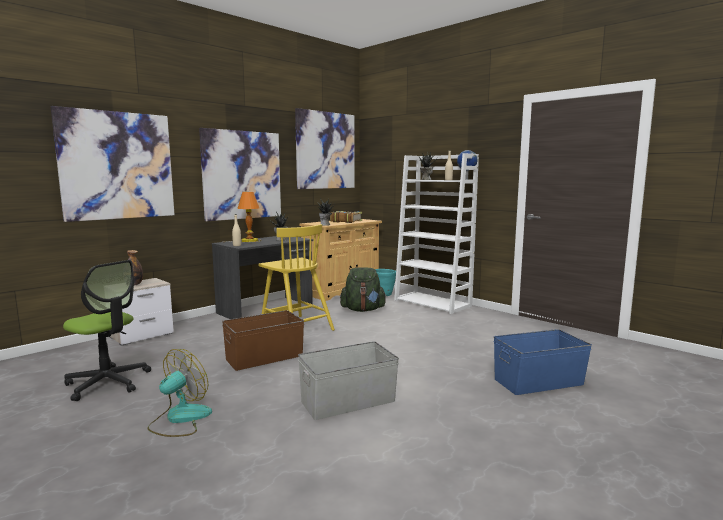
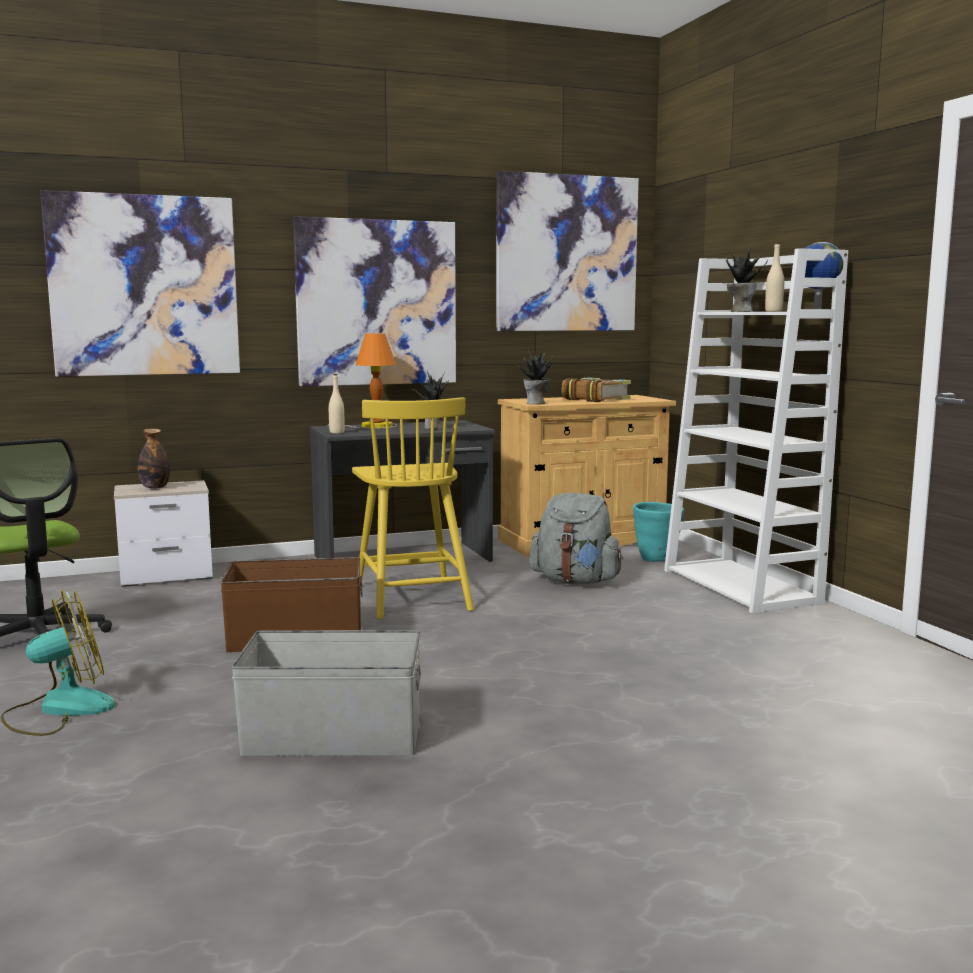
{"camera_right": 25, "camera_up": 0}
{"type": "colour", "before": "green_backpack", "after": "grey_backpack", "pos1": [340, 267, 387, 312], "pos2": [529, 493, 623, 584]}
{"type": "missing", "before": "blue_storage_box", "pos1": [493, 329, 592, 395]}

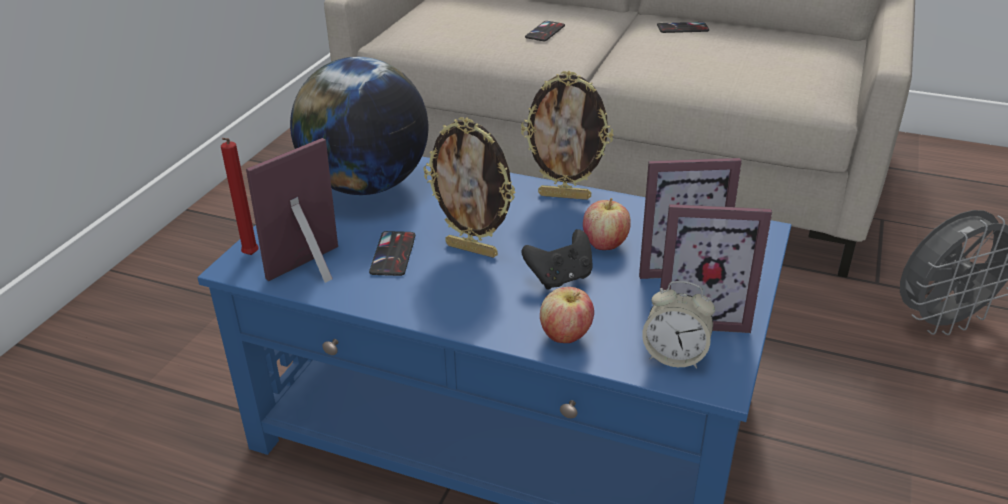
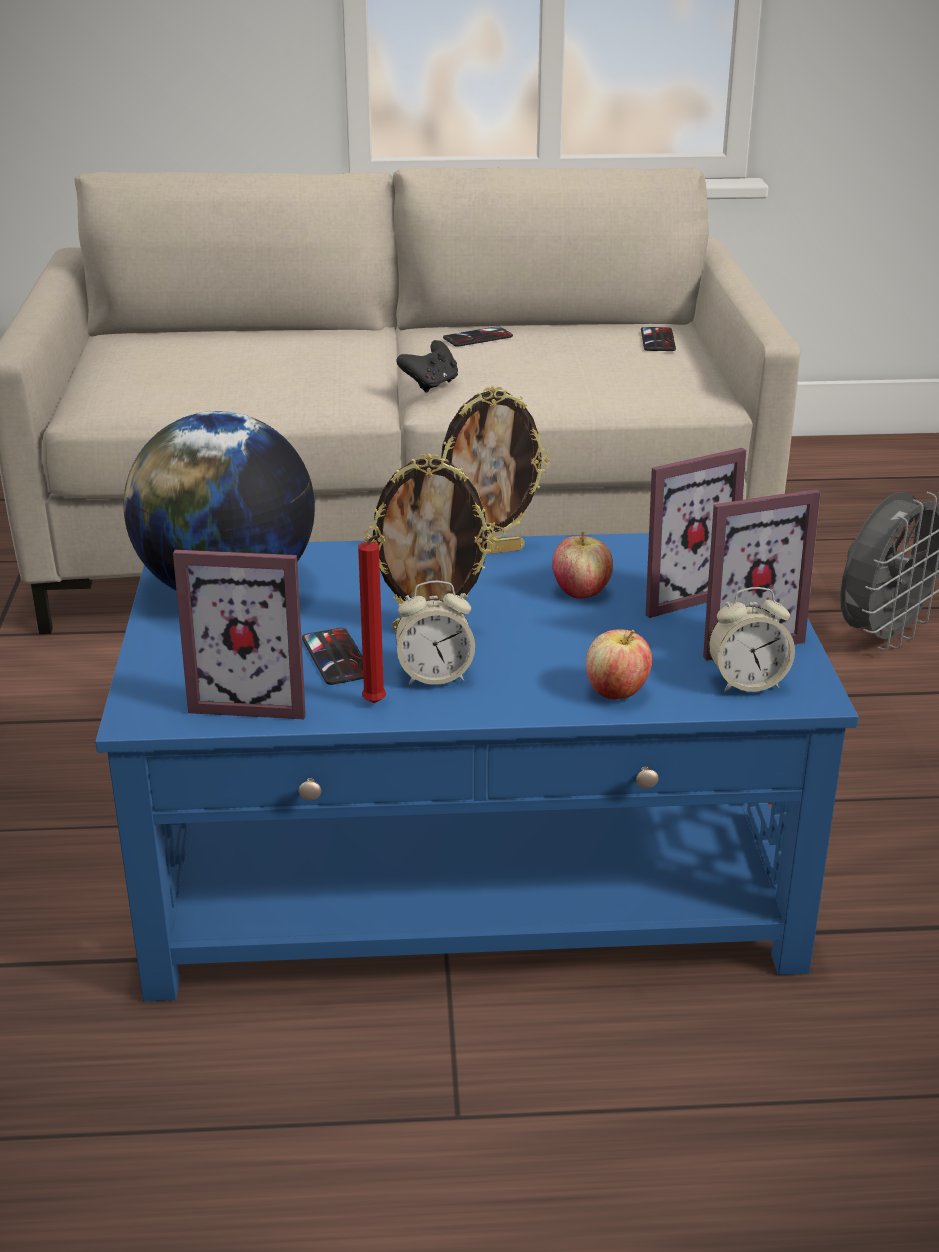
{"camera_right": -25, "camera_up": -5}
{"type": "relocated", "before": "red_candle", "pos1": [221, 138, 259, 255], "pos2": [358, 535, 386, 703]}
{"type": "spun", "before": "picture_frame", "pos1": [246, 138, 338, 283], "pos2": [173, 550, 306, 719], "turn": -105}
{"type": "relocated", "before": "black_game_controller", "pos1": [522, 229, 592, 290], "pos2": [396, 340, 458, 393]}
{"type": "relocated", "before": "phone", "pos1": [525, 21, 565, 41], "pos2": [641, 327, 676, 351]}
{"type": "appeared", "after": "alarm_clock", "pos2": [396, 581, 475, 685]}

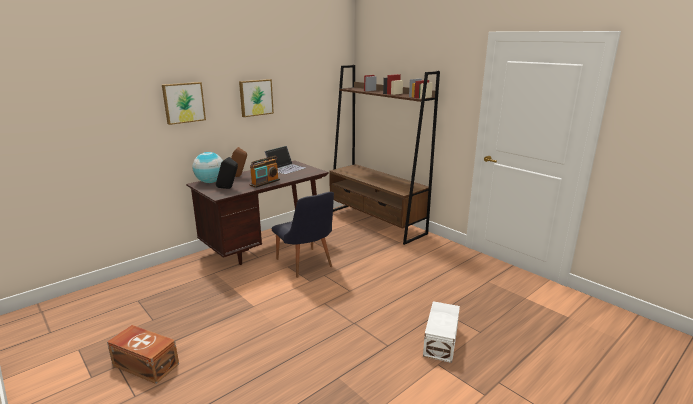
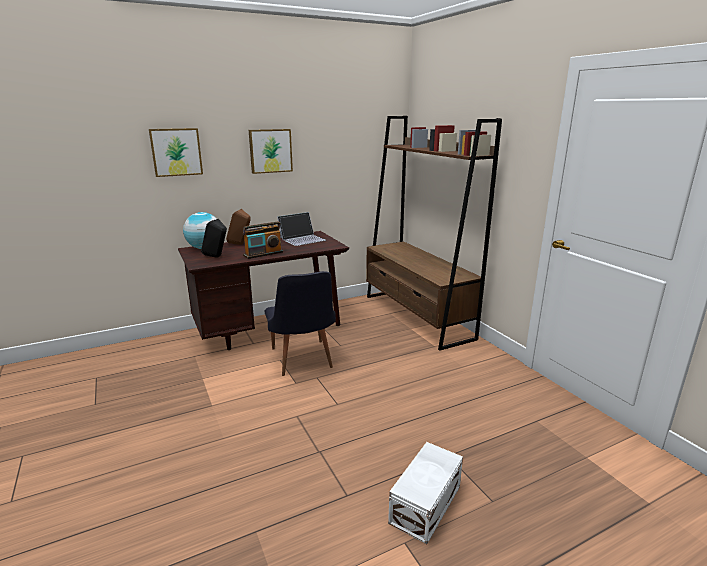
{"camera_right": 15, "camera_up": 0}
{"type": "missing", "before": "brown_storage_box", "pos1": [107, 325, 179, 384]}

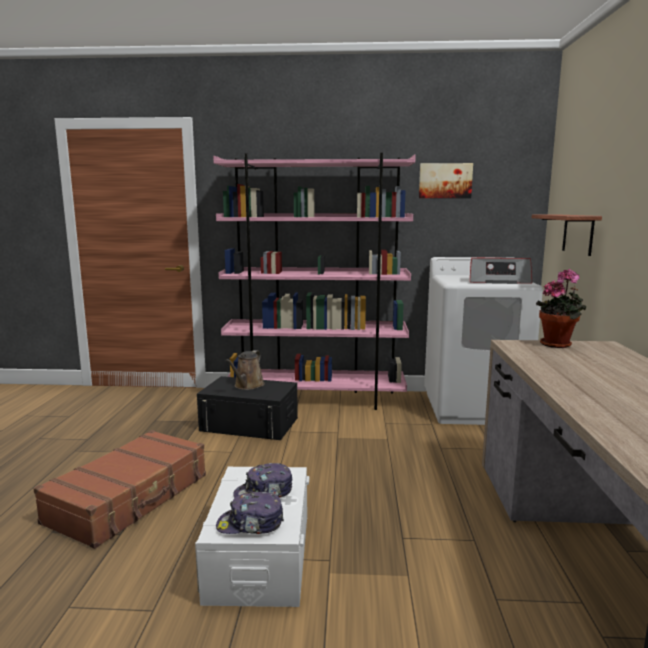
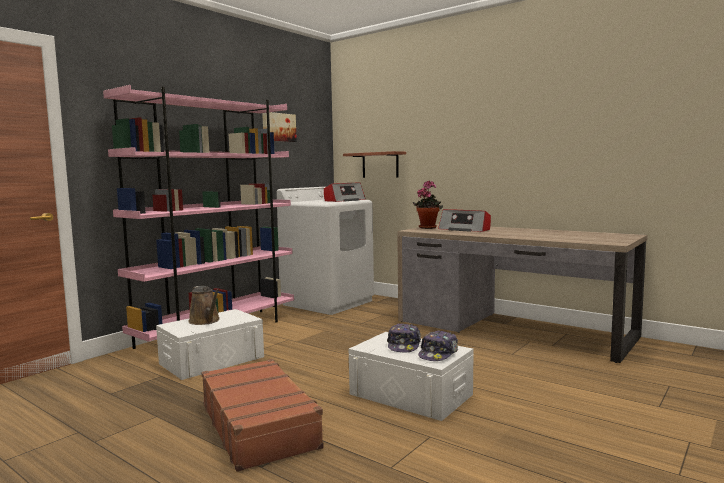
{"camera_right": -55, "camera_up": -5}
{"type": "colour", "before": "black_storage_box", "after": "white_storage_box", "pos1": [197, 376, 298, 440], "pos2": [156, 309, 264, 380]}
{"type": "appeared", "after": "radio", "pos2": [438, 209, 491, 232]}

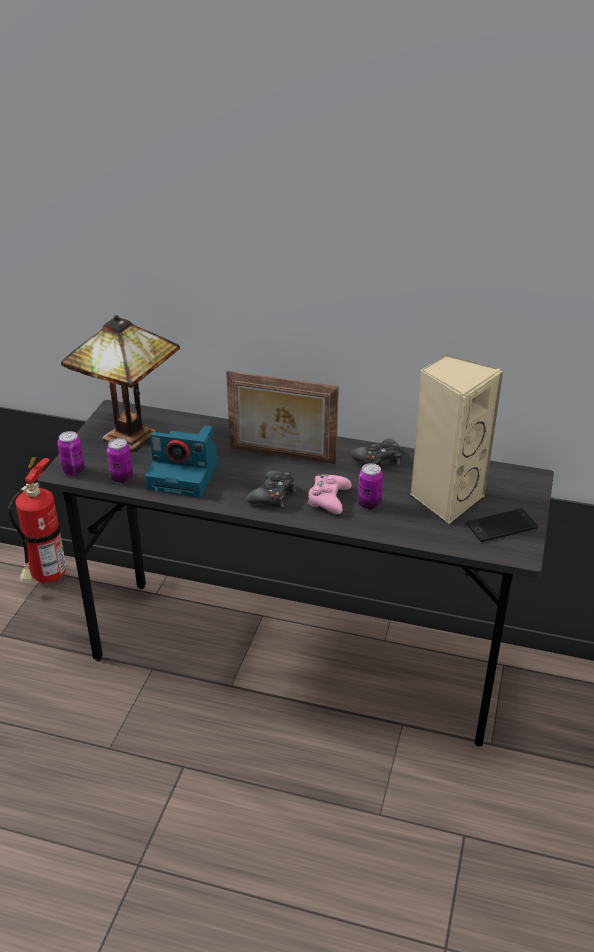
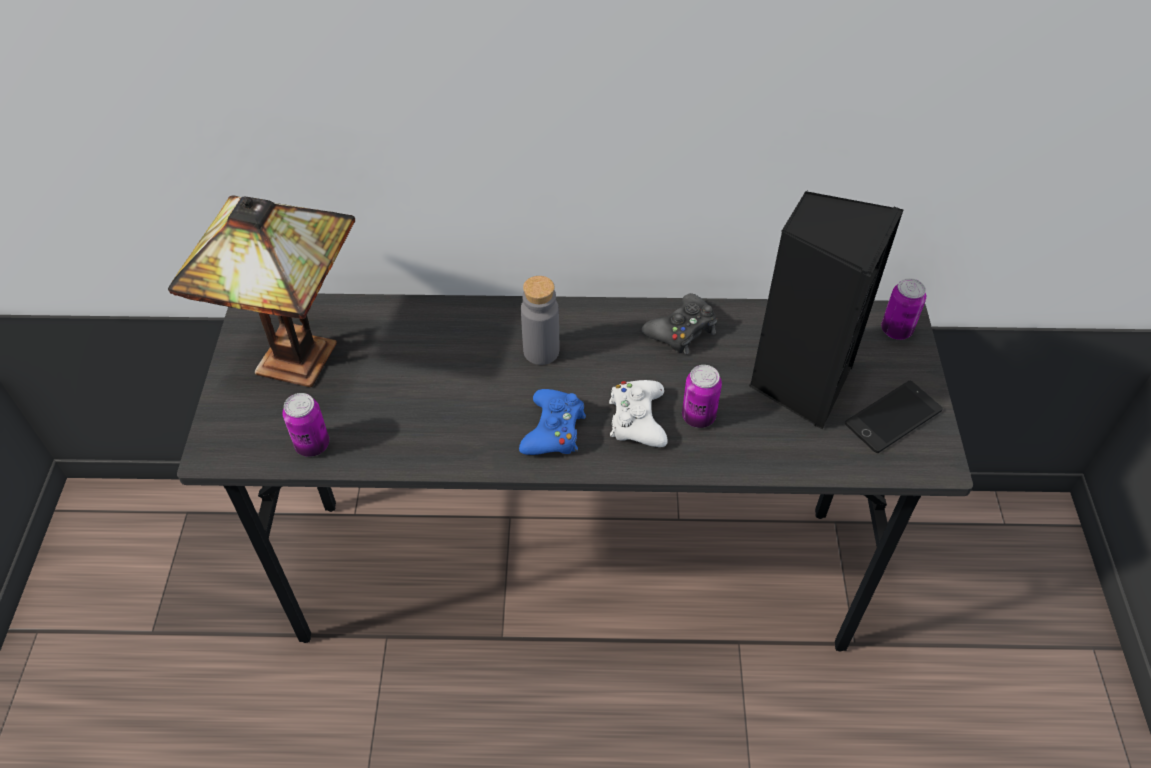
{"camera_right": -15, "camera_up": 15}
{"type": "missing", "before": "fire_extinguisher", "pos1": [8, 457, 66, 583]}
{"type": "relocated", "before": "can", "pos1": [57, 431, 85, 476], "pos2": [881, 278, 926, 340]}
{"type": "missing", "before": "photo_camera", "pos1": [145, 426, 219, 497]}
{"type": "exchanged", "before": "picture_frame", "after": "grey_bottle", "pos1": [226, 371, 339, 464], "pos2": [521, 276, 559, 365]}
{"type": "colour", "before": "black_game_controller", "after": "blue_game_controller", "pos1": [246, 470, 296, 508], "pos2": [519, 389, 586, 455]}
{"type": "colour", "before": "pink_game_controller", "after": "white_game_controller", "pos1": [307, 473, 352, 514], "pos2": [609, 380, 668, 447]}
{"type": "colour", "before": "beige_speaker", "after": "black_speaker", "pos1": [410, 354, 503, 524], "pos2": [749, 191, 904, 429]}

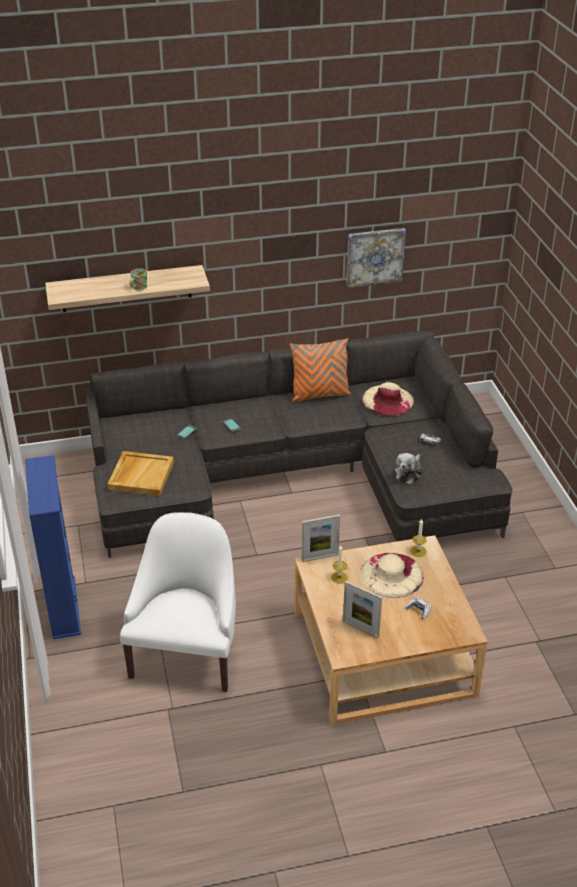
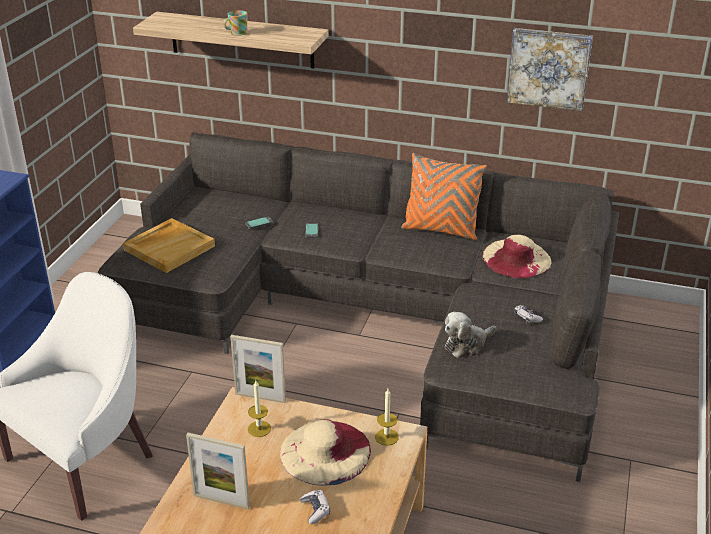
{"camera_right": 30, "camera_up": -5}
{"type": "spun", "before": "picture_frame", "pos1": [343, 581, 382, 638], "pos2": [186, 433, 250, 509], "turn": -45}

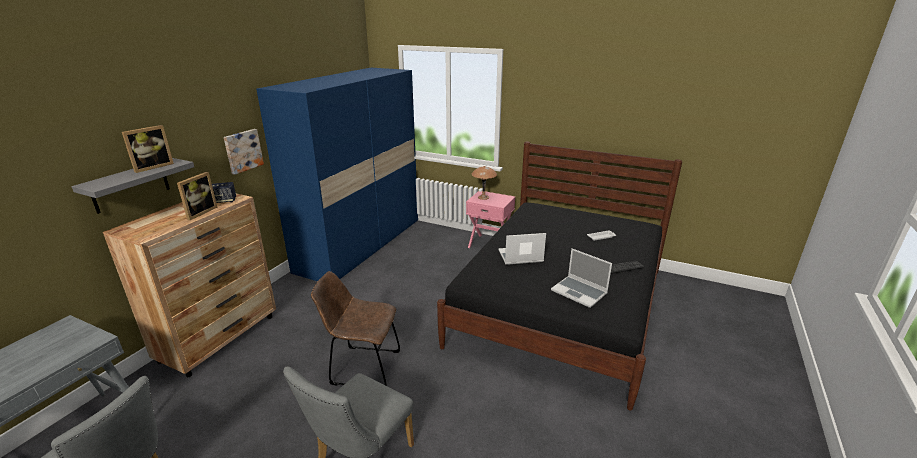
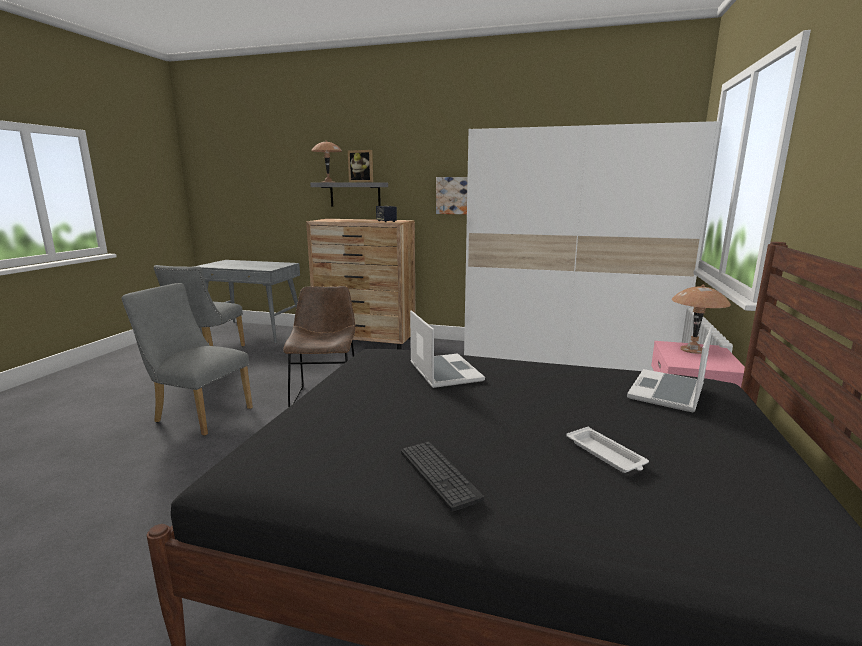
{"camera_right": 80, "camera_up": -10}
{"type": "missing", "before": "picture_frame", "pos1": [177, 172, 217, 220]}
{"type": "colour", "before": "blue_wardrobe", "after": "white_wardrobe", "pos1": [256, 68, 418, 281], "pos2": [464, 121, 720, 371]}
{"type": "relocated", "before": "laptop", "pos1": [551, 248, 612, 308], "pos2": [627, 327, 712, 413]}
{"type": "appeared", "after": "brown_table_lamp", "pos2": [311, 140, 342, 182]}

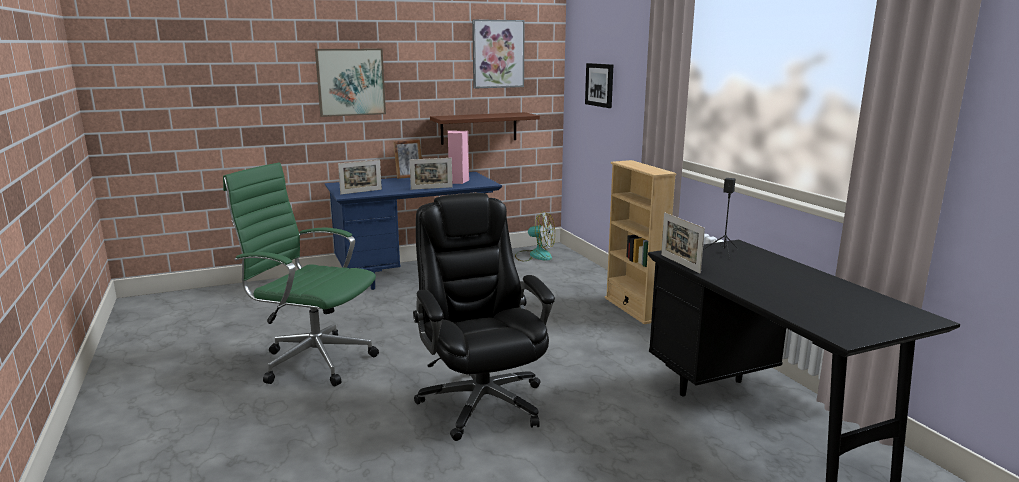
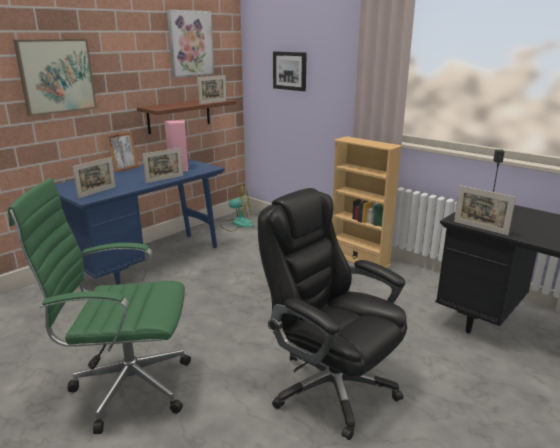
{"camera_right": -25, "camera_up": 5}
{"type": "appeared", "after": "picture_frame", "pos2": [198, 75, 227, 104]}

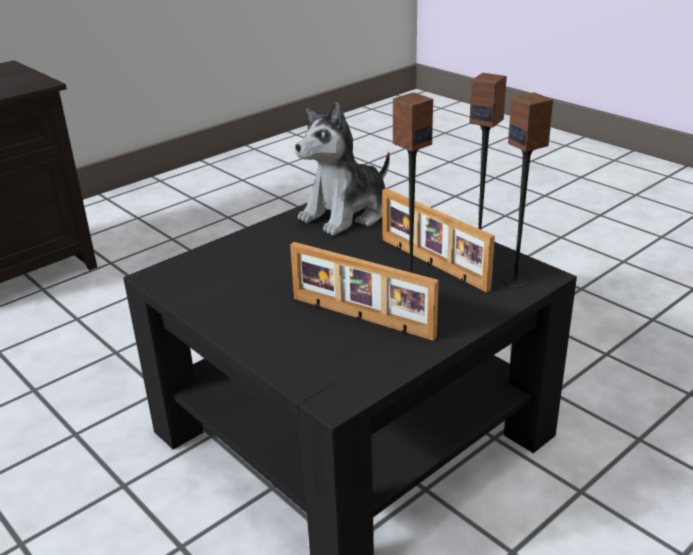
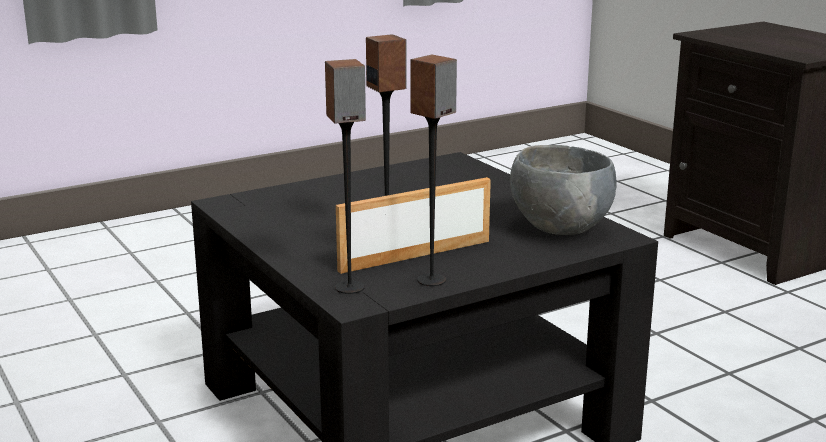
{"camera_right": 100, "camera_up": -10}
{"type": "missing", "before": "picture_frame", "pos1": [290, 242, 439, 341]}
{"type": "exchanged", "before": "plush_toy", "after": "grey_bowl", "pos1": [295, 102, 390, 236], "pos2": [510, 145, 616, 235]}

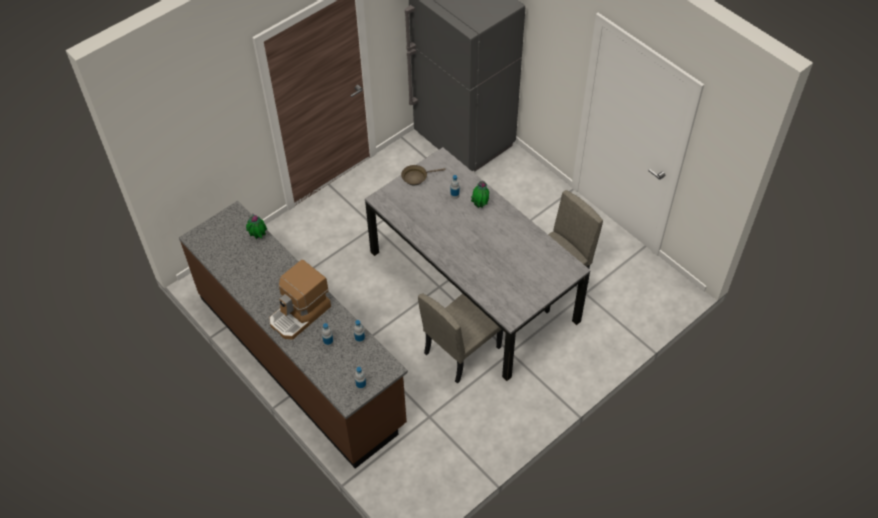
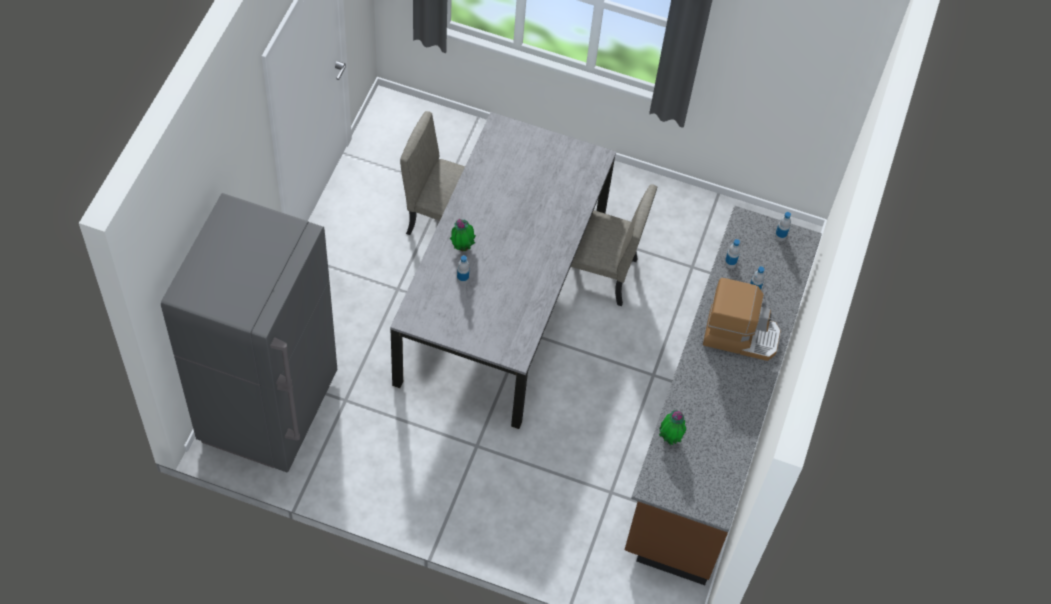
{"camera_right": -125, "camera_up": 5}
{"type": "missing", "before": "brown_frying_pan", "pos1": [401, 165, 445, 185]}

